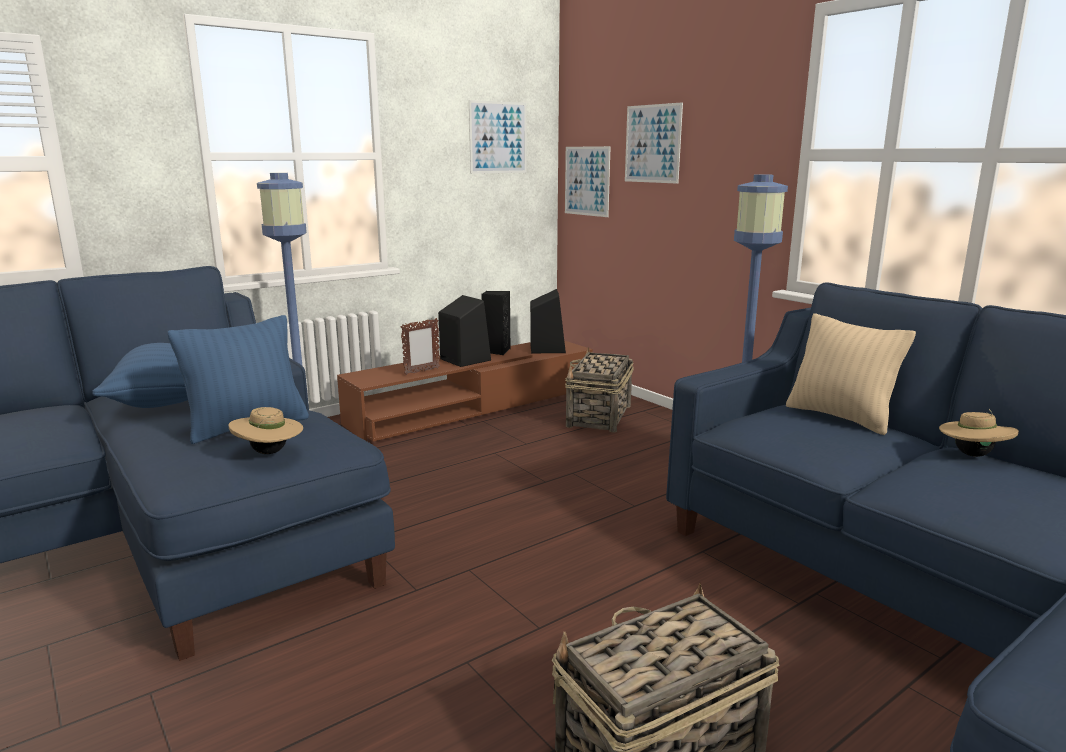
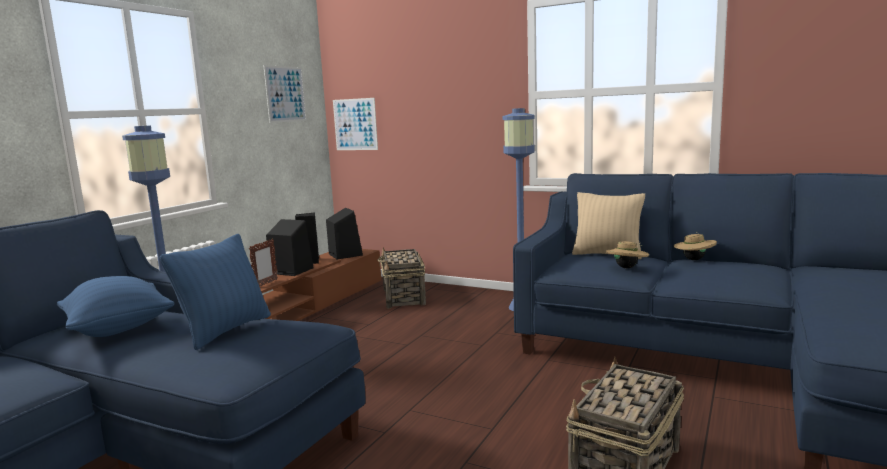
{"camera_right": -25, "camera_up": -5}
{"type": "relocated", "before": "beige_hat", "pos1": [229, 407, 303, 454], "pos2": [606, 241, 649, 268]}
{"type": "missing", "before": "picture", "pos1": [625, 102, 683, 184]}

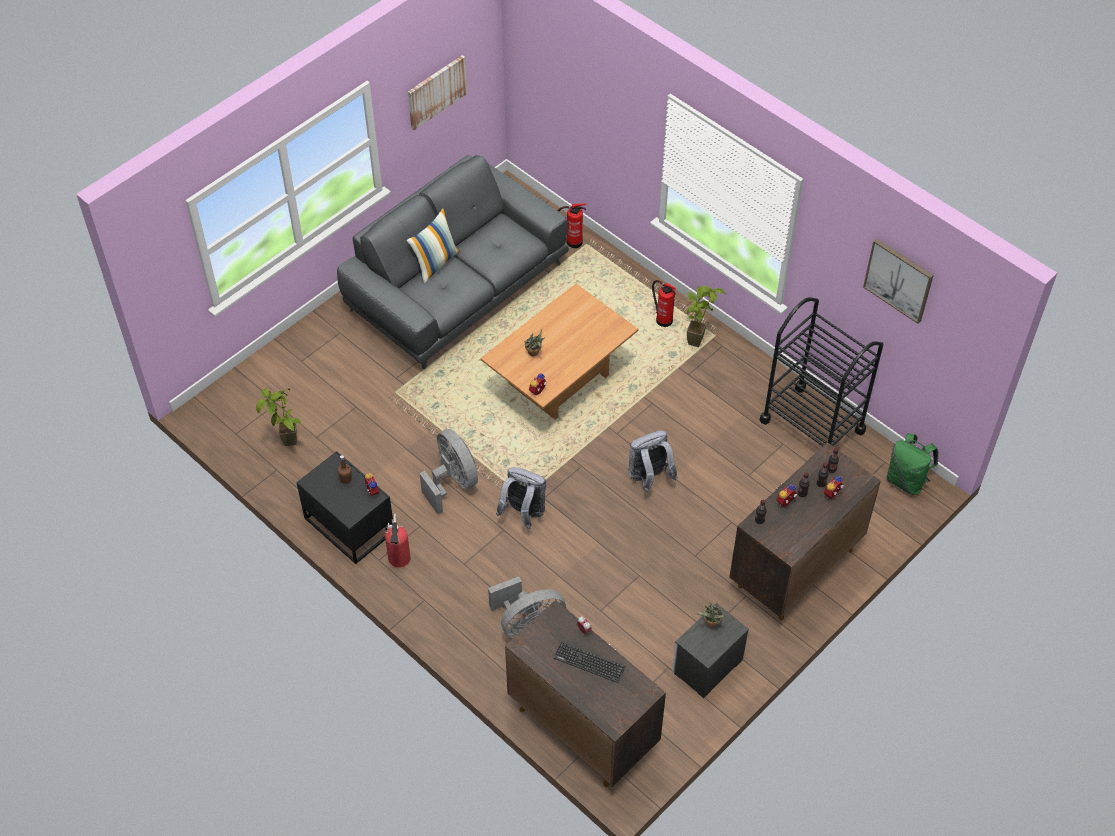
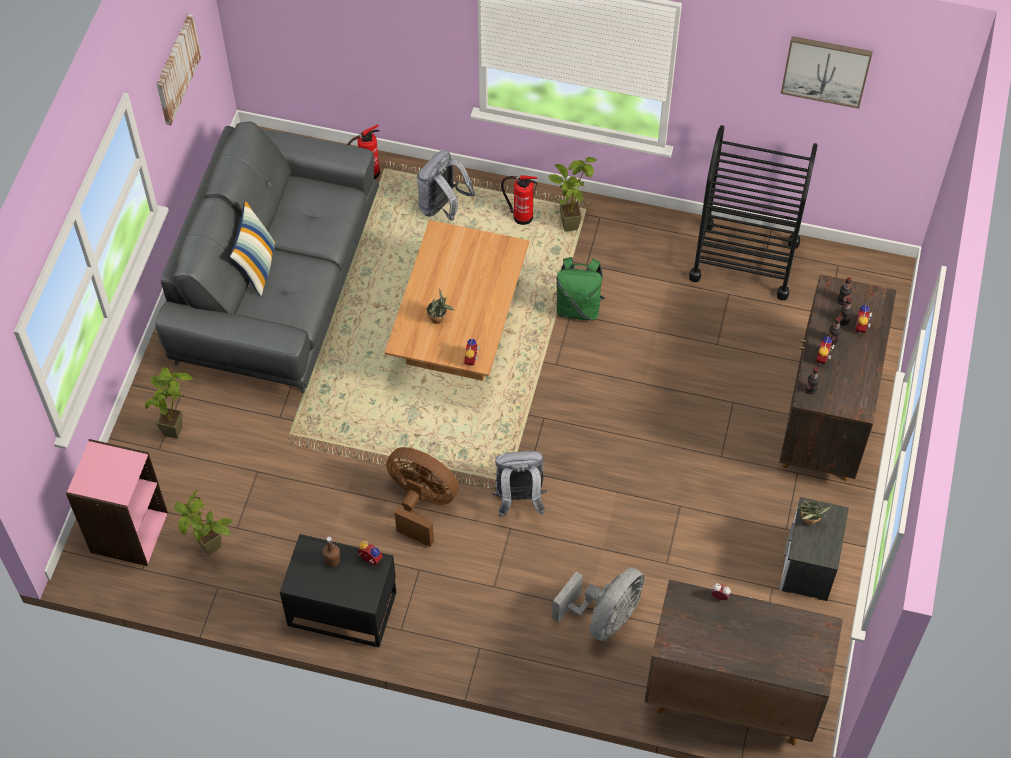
{"camera_right": -30, "camera_up": 5}
{"type": "missing", "before": "fire_extinguisher", "pos1": [383, 514, 411, 567]}
{"type": "colour", "before": "grey_fan", "after": "brown_fan", "pos1": [420, 429, 478, 514], "pos2": [387, 447, 459, 547]}
{"type": "missing", "before": "keyboard", "pos1": [554, 642, 626, 683]}
{"type": "relocated", "before": "grey_backpack", "pos1": [629, 430, 678, 492], "pos2": [417, 150, 475, 221]}
{"type": "relocated", "before": "green_backpack", "pos1": [887, 433, 938, 495], "pos2": [554, 257, 605, 321]}
{"type": "appeared", "after": "pink_bookcase", "pos2": [66, 439, 168, 566]}
{"type": "appeared", "after": "potted_plant", "pos2": [145, 367, 193, 439]}

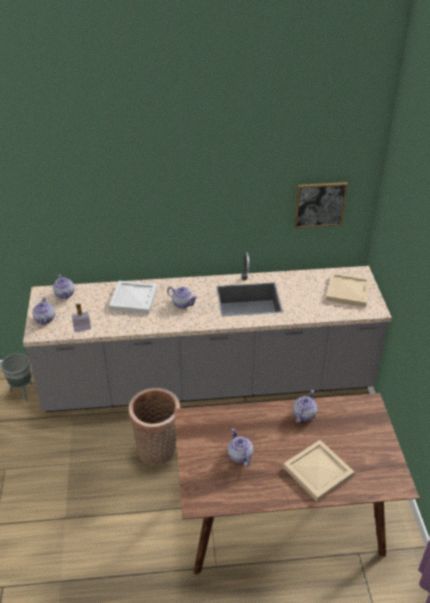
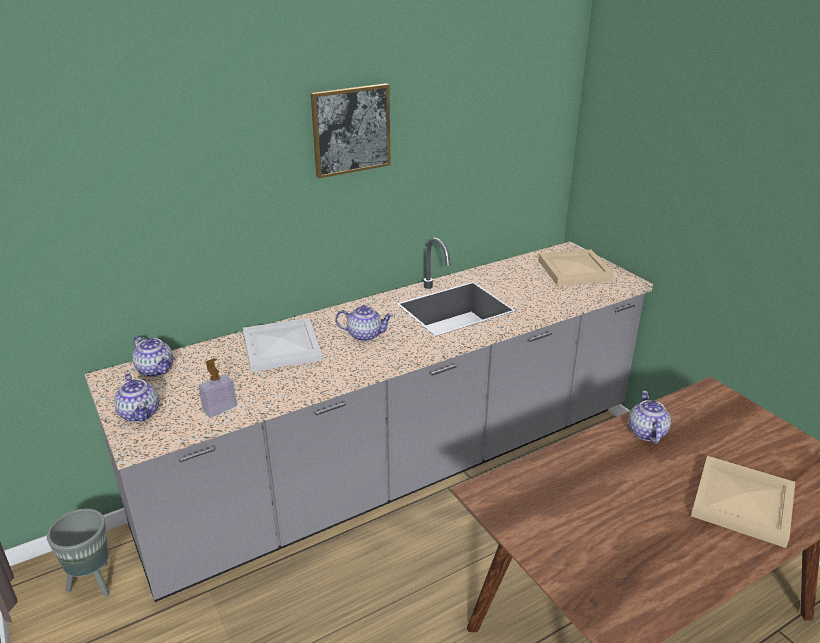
{"camera_right": -25, "camera_up": -10}
{"type": "missing", "before": "basket", "pos1": [129, 388, 180, 465]}
{"type": "missing", "before": "teapot", "pos1": [228, 428, 253, 467]}
{"type": "relocated", "before": "picture", "pos1": [294, 182, 348, 228], "pos2": [311, 83, 390, 178]}

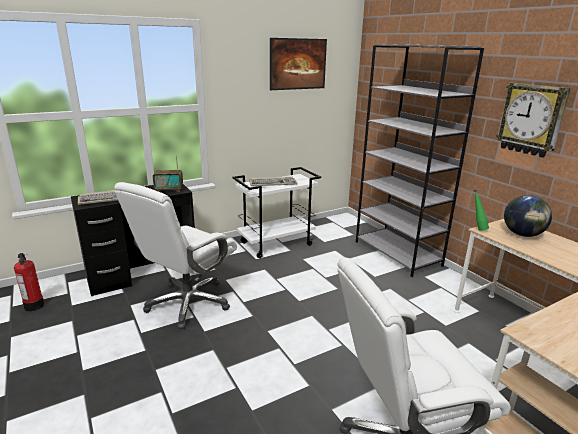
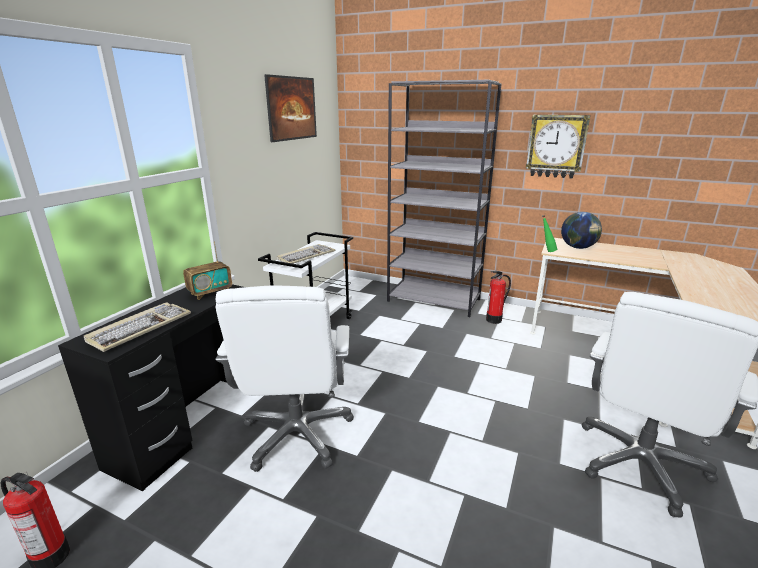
{"camera_right": -35, "camera_up": 0}
{"type": "appeared", "after": "fire_extinguisher", "pos2": [486, 271, 511, 324]}

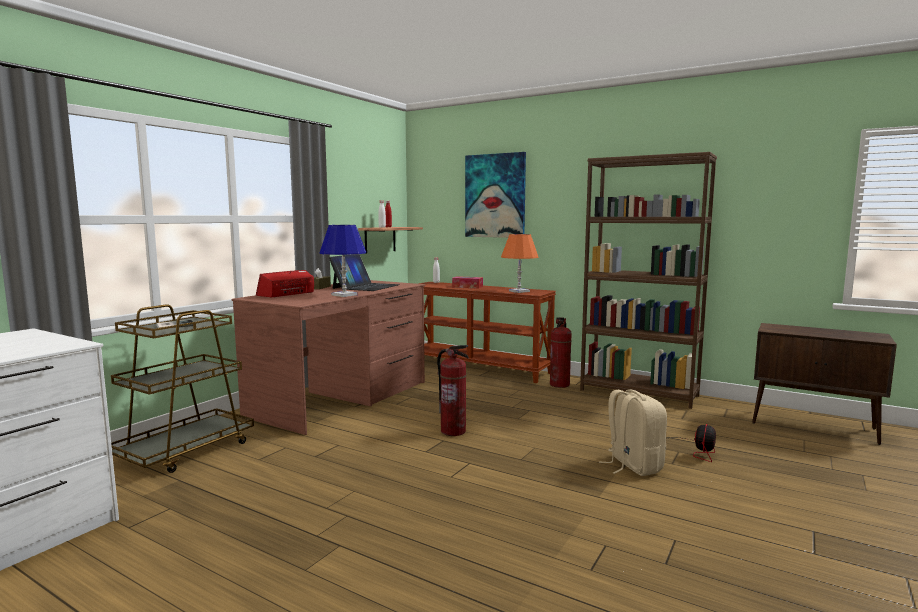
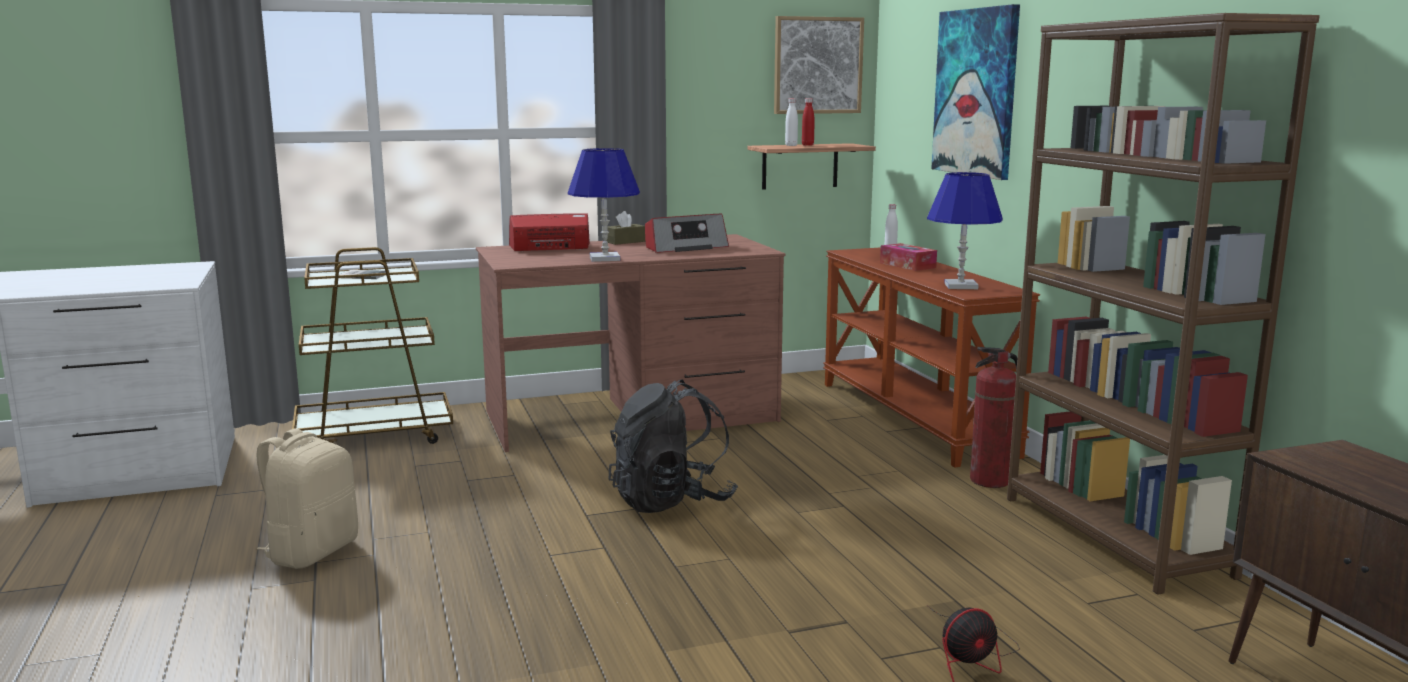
{"camera_right": 40, "camera_up": 5}
{"type": "exchanged", "before": "laptop", "after": "radio", "pos1": [329, 254, 400, 291], "pos2": [645, 214, 729, 253]}
{"type": "exchanged", "before": "fire_extinguisher", "after": "black_backpack", "pos1": [437, 345, 469, 436], "pos2": [608, 379, 738, 513]}
{"type": "colour", "before": "orange_table_lamp", "after": "blue_table_lamp", "pos1": [501, 234, 538, 293], "pos2": [927, 172, 1003, 289]}
{"type": "relocated", "before": "beige_backpack", "pos1": [599, 389, 667, 476], "pos2": [256, 428, 358, 569]}
{"type": "appeared", "after": "picture", "pos2": [774, 16, 864, 114]}

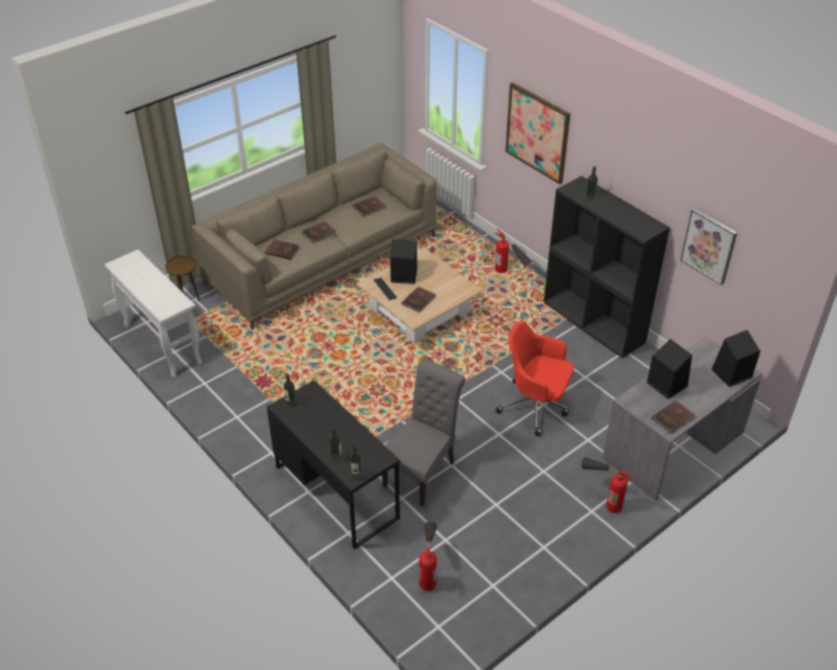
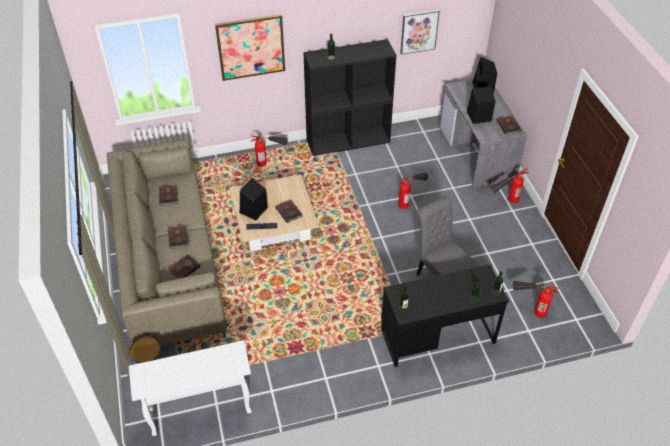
{"camera_right": -65, "camera_up": 5}
{"type": "exchanged", "before": "red_office_chair", "after": "fire_extinguisher", "pos1": [495, 321, 574, 436], "pos2": [398, 172, 428, 209]}

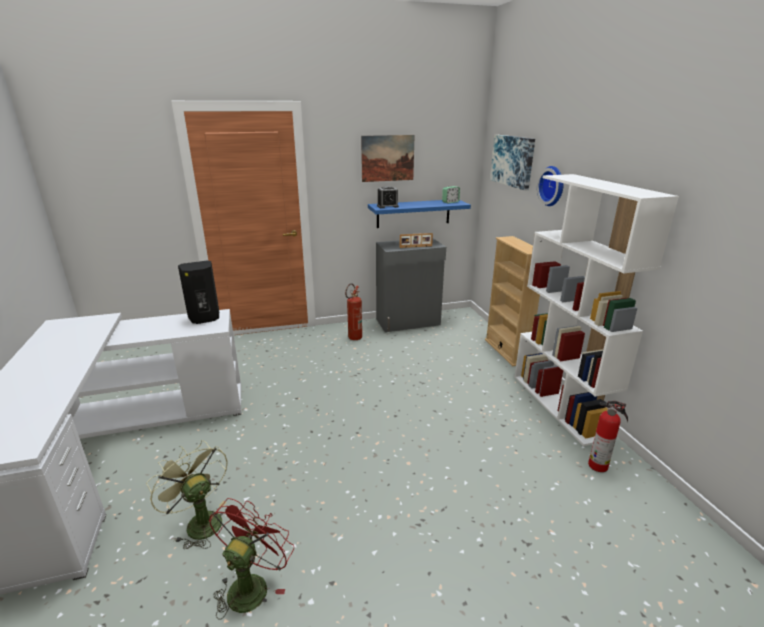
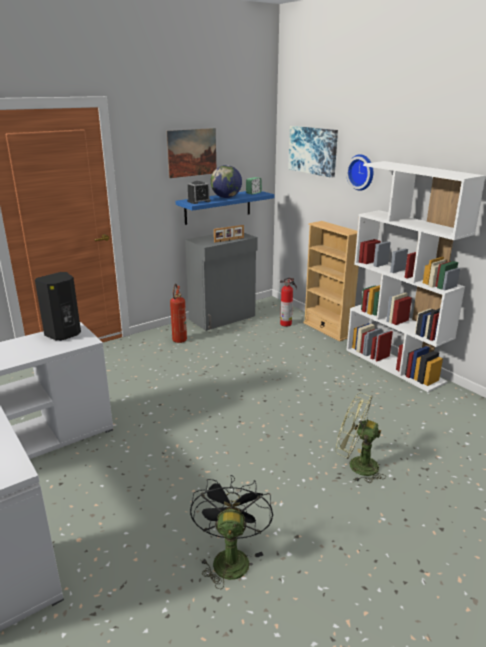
{"camera_right": -20, "camera_up": 0}
{"type": "relocated", "before": "green_fan", "pos1": [146, 440, 228, 549], "pos2": [336, 392, 385, 483]}
{"type": "colour", "before": "red_fan", "after": "black_fan", "pos1": [209, 498, 294, 620], "pos2": [190, 475, 273, 589]}
{"type": "relocated", "before": "fire_extinguisher", "pos1": [588, 401, 628, 472], "pos2": [280, 277, 297, 326]}
{"type": "appeared", "after": "globe", "pos2": [210, 165, 242, 198]}

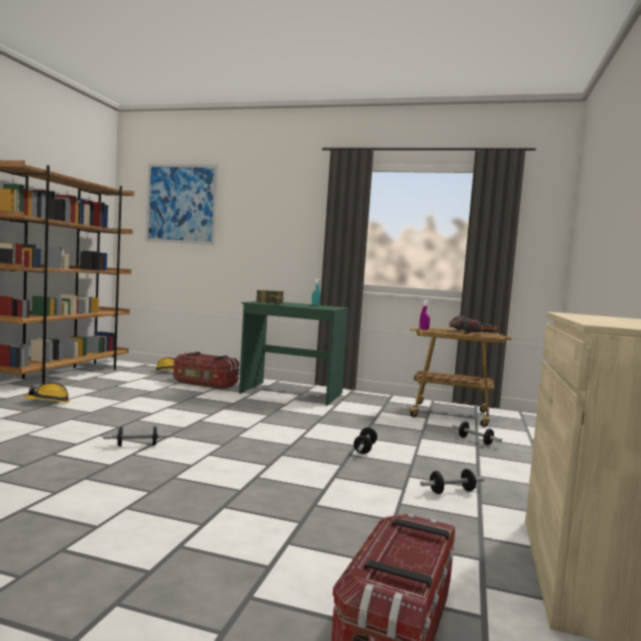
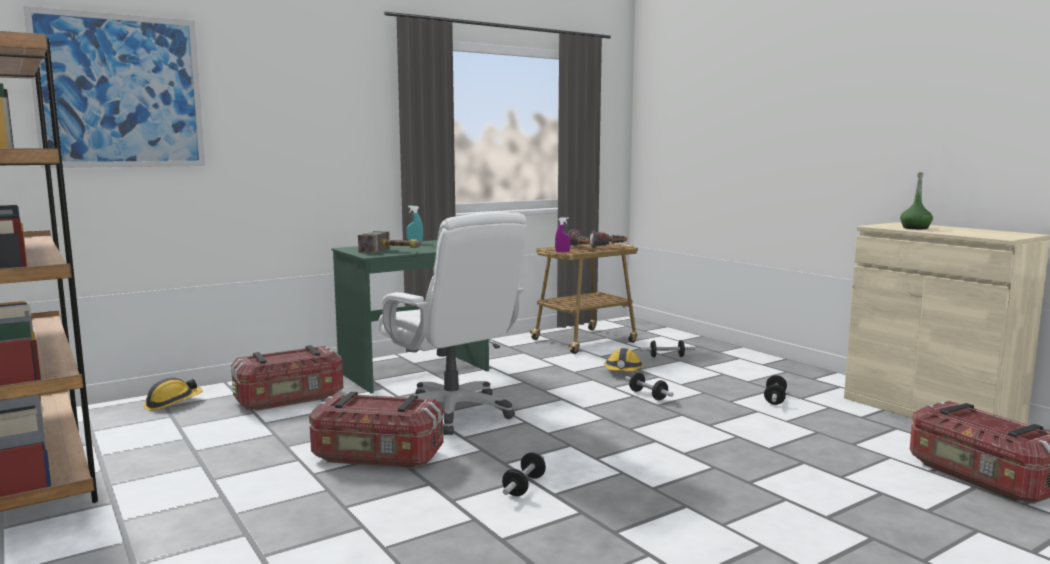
{"camera_right": -50, "camera_up": 5}
{"type": "relocated", "before": "hard_hat", "pos1": [25, 382, 70, 402], "pos2": [604, 348, 644, 372]}
{"type": "appeared", "after": "storage_box", "pos2": [309, 392, 444, 469]}
{"type": "appeared", "after": "white_office_chair", "pos2": [378, 212, 527, 435]}
{"type": "appeared", "after": "green_bottle", "pos2": [900, 172, 933, 229]}

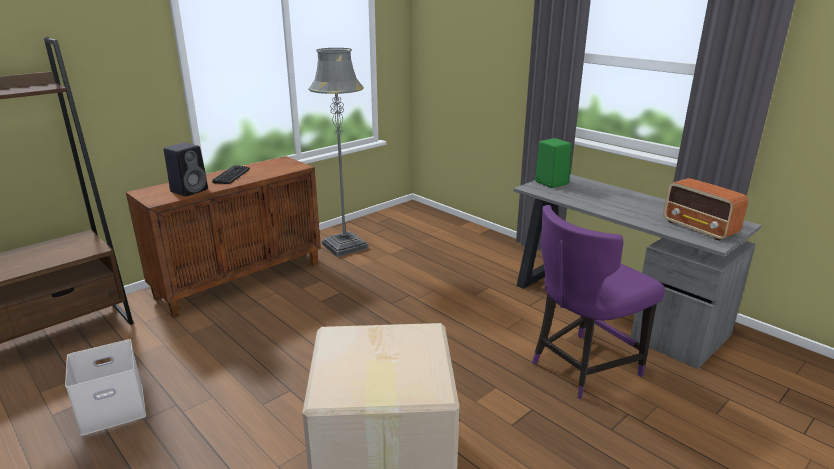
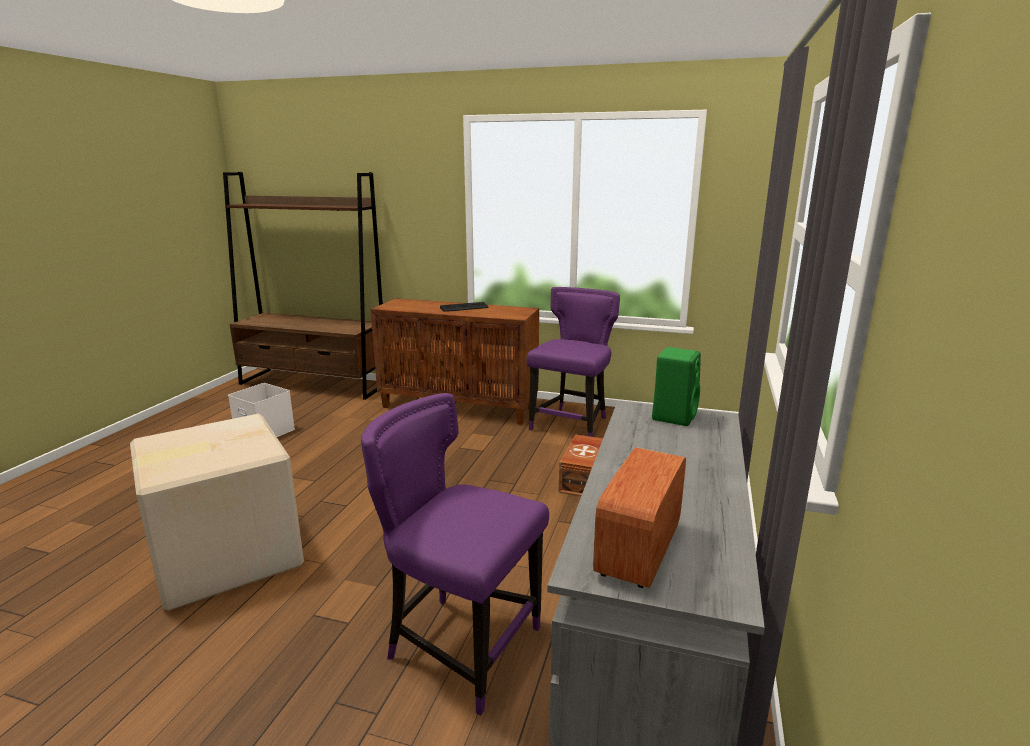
{"camera_right": 60, "camera_up": -5}
{"type": "missing", "before": "black_speaker", "pos1": [164, 143, 208, 196]}
{"type": "exchanged", "before": "grey_floor_lamp", "after": "purple_chair", "pos1": [308, 48, 368, 257], "pos2": [526, 287, 620, 437]}
{"type": "appeared", "after": "brown_storage_box", "pos2": [559, 435, 603, 496]}

